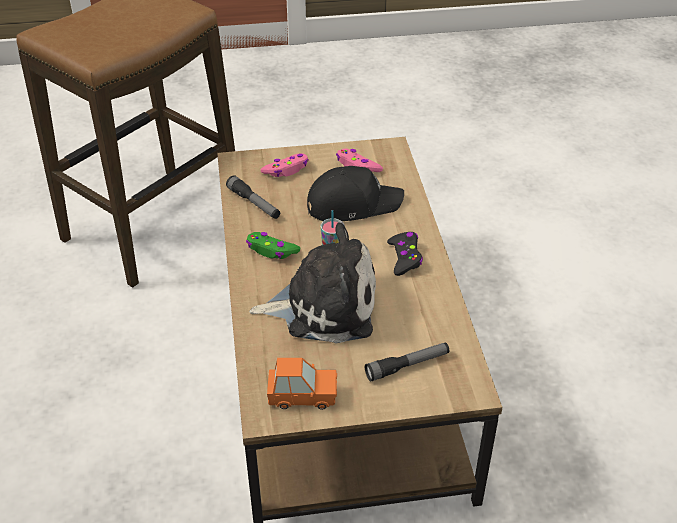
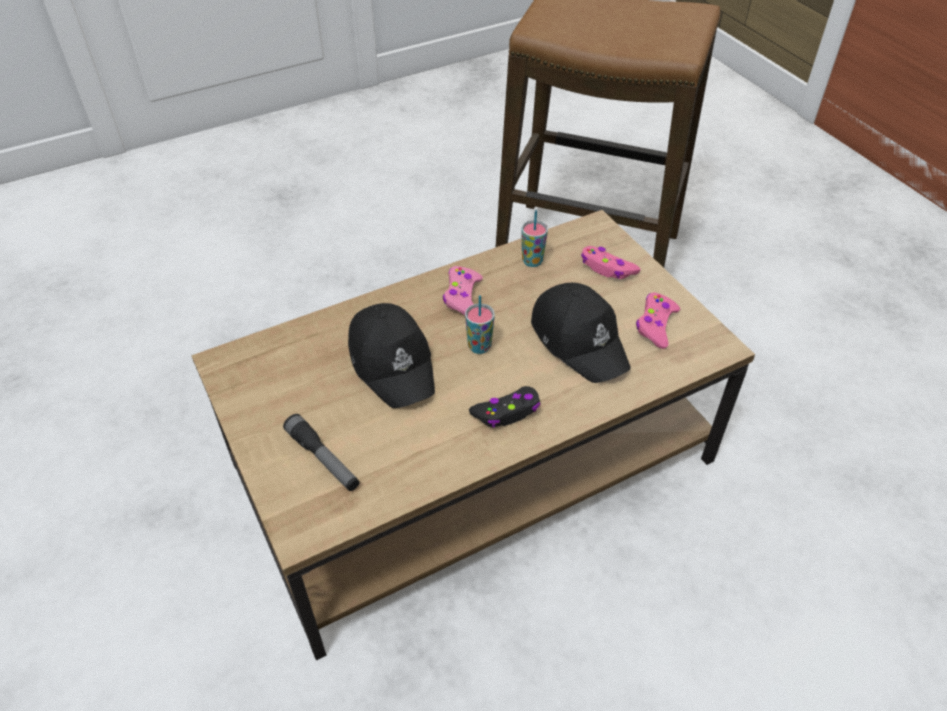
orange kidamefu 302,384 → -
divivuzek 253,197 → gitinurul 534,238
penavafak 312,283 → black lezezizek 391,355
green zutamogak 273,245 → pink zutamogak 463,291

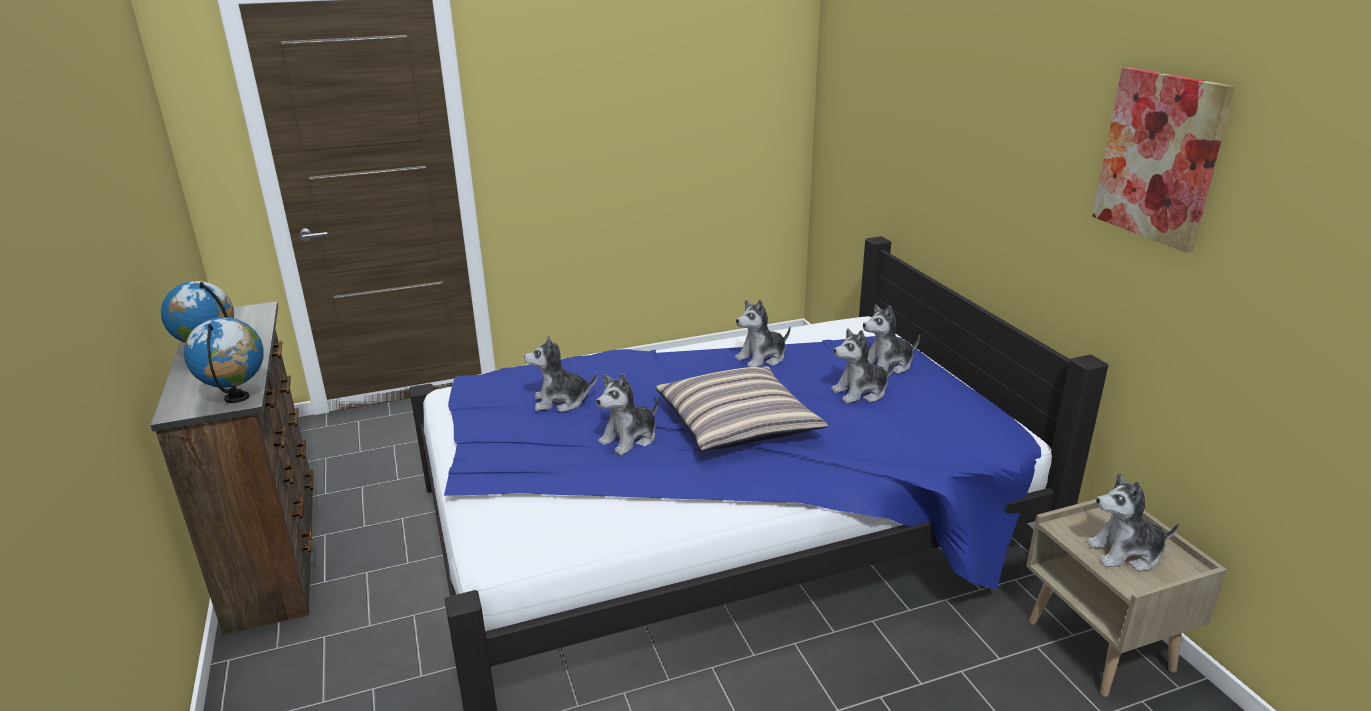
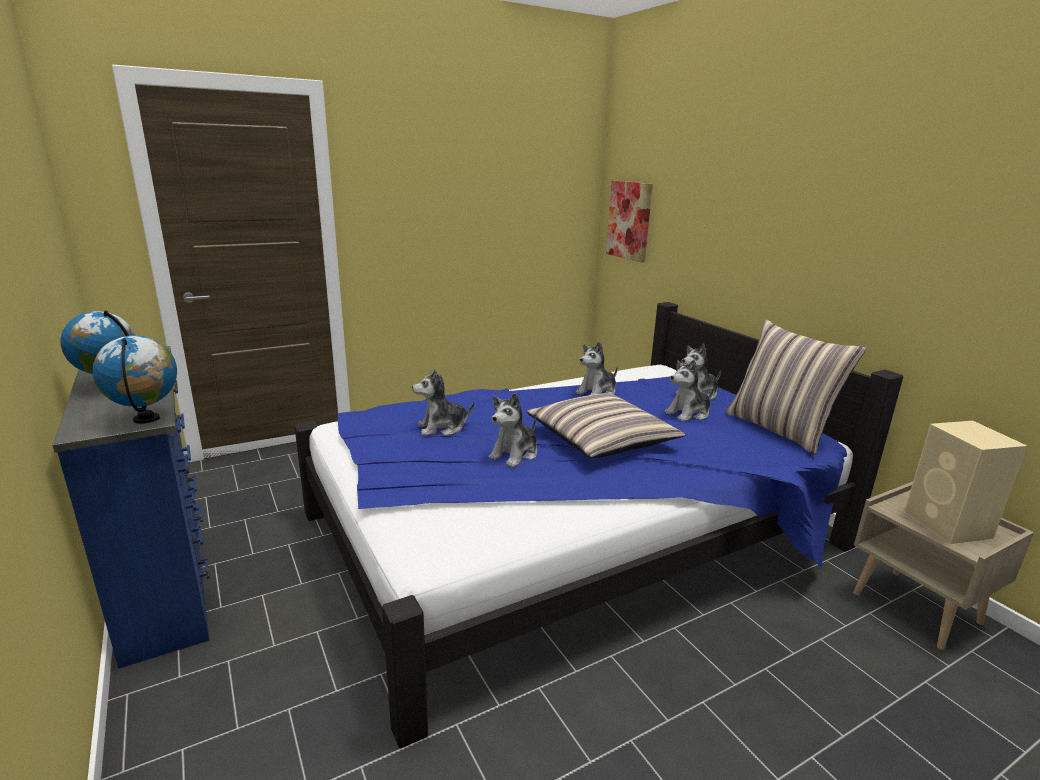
- → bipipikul 795,387
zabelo 1163,160 → zabelo 629,222, relocated
penavafak 1133,522 → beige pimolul 966,482
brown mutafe 231,468 → blue mutafe 131,507

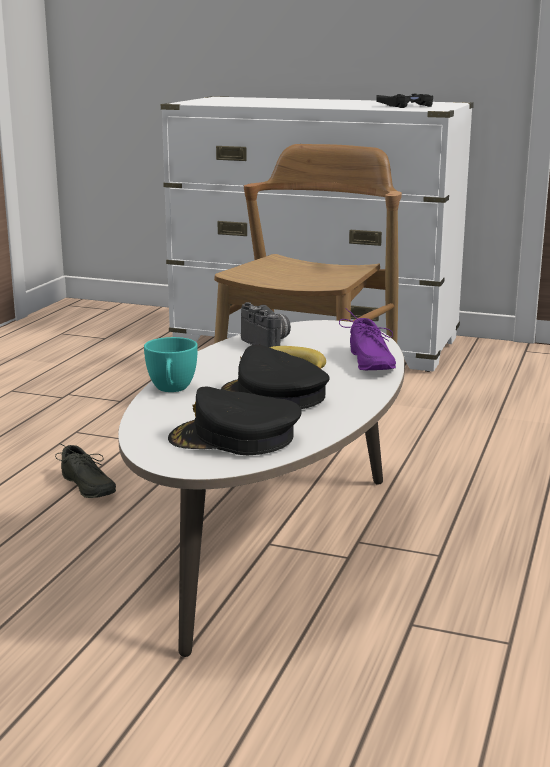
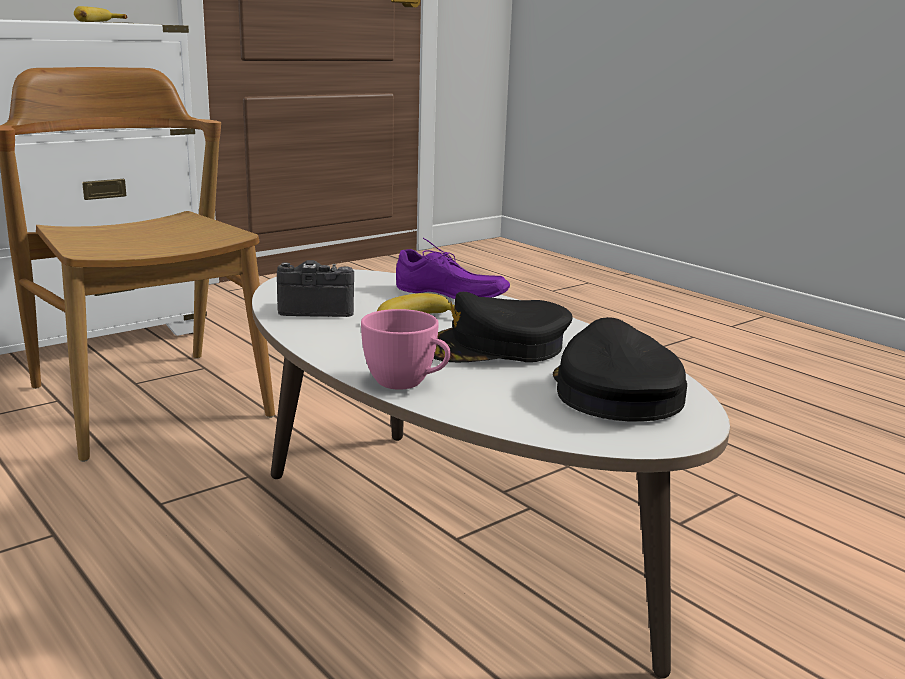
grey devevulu 85,470 → -
black zutamogak 404,100 → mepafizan 100,14
turquoise gitinurul 171,364 → pink gitinurul 406,349
black lezezizek 235,421 → black lezezizek 620,369, 135 degrees clockwise

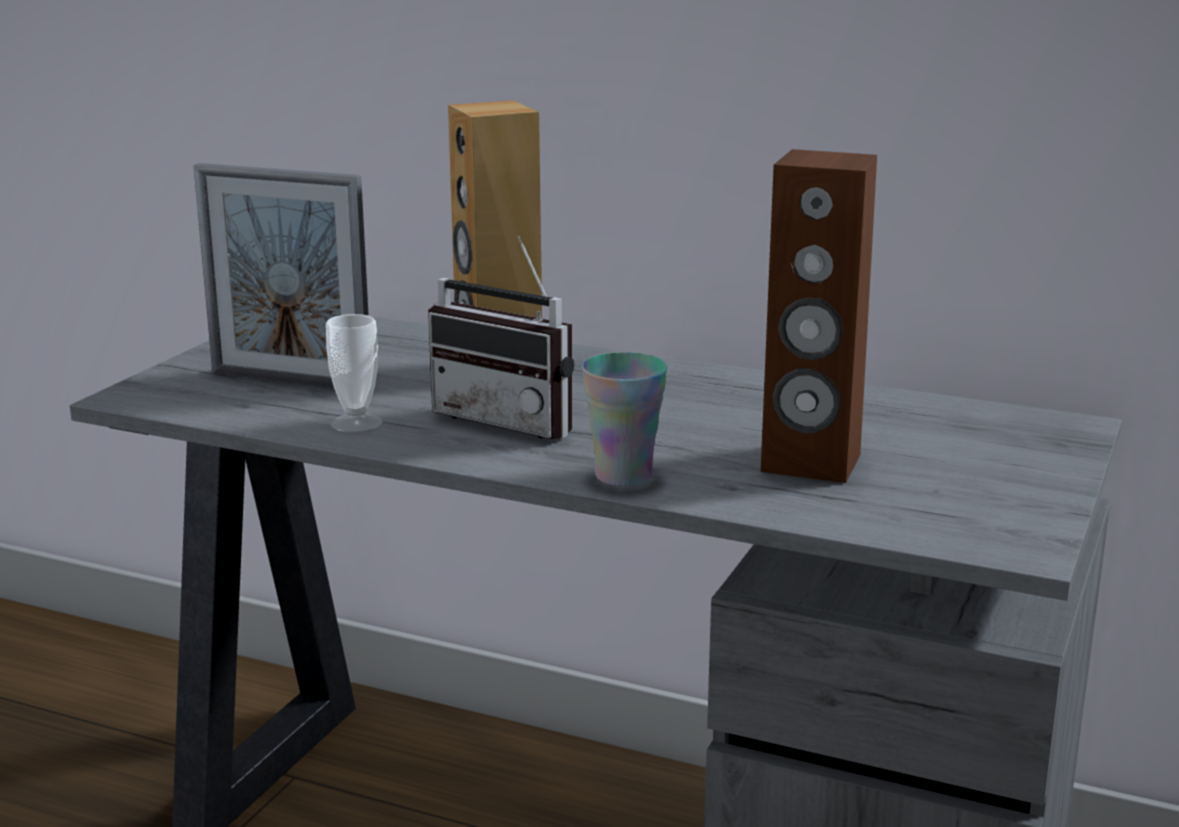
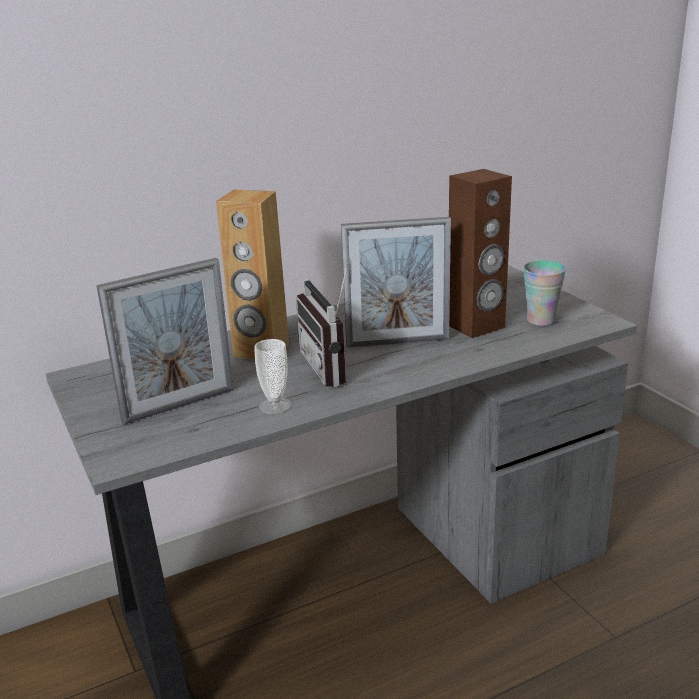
- → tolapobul 396,282
gitinurul 624,419 → gitinurul 544,293, relocated
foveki 501,338 → foveki 322,325, 90 degrees clockwise

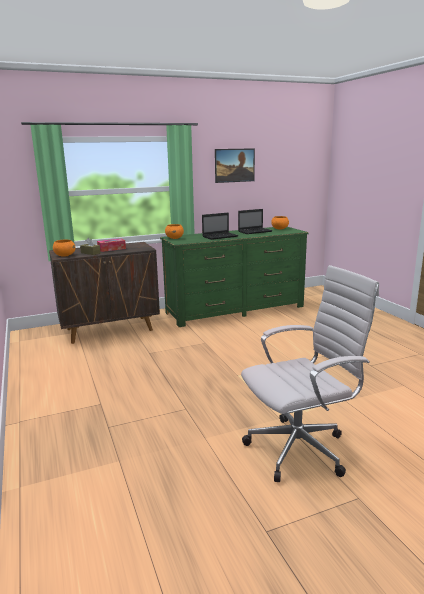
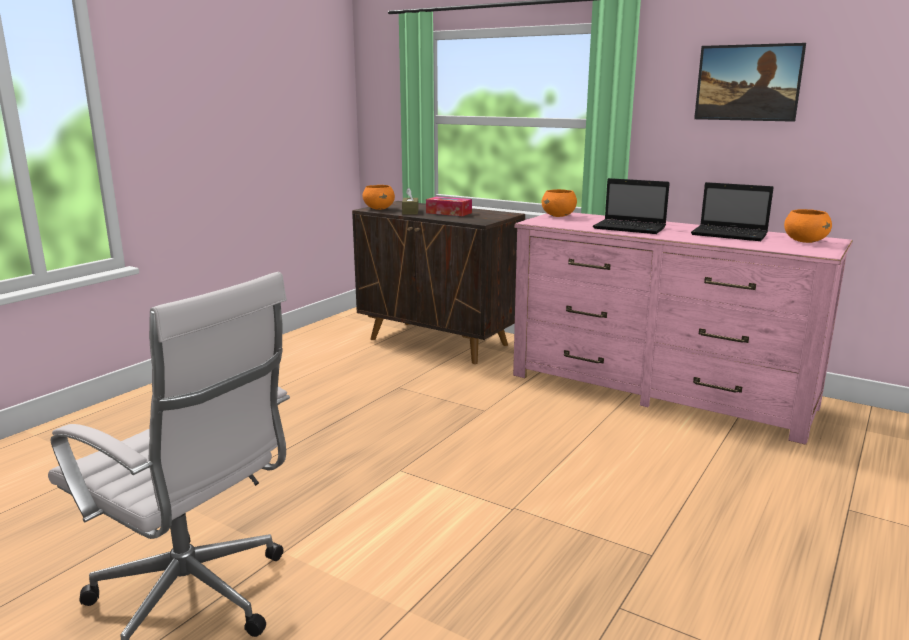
green mutafe 234,277 → pink mutafe 683,328

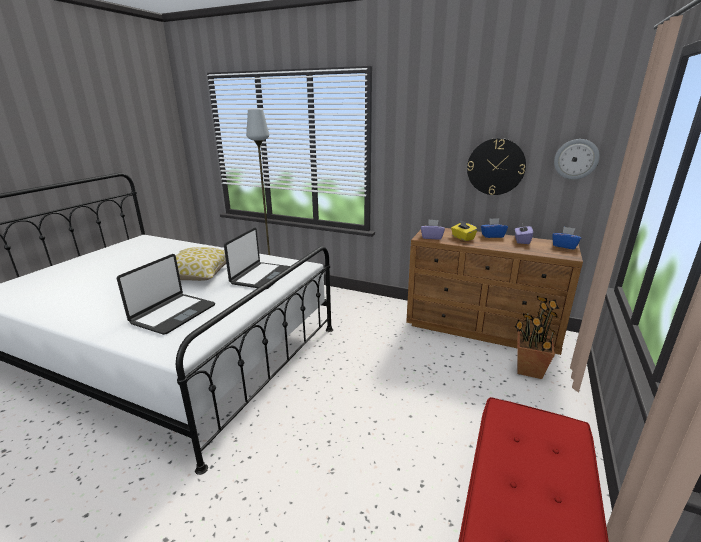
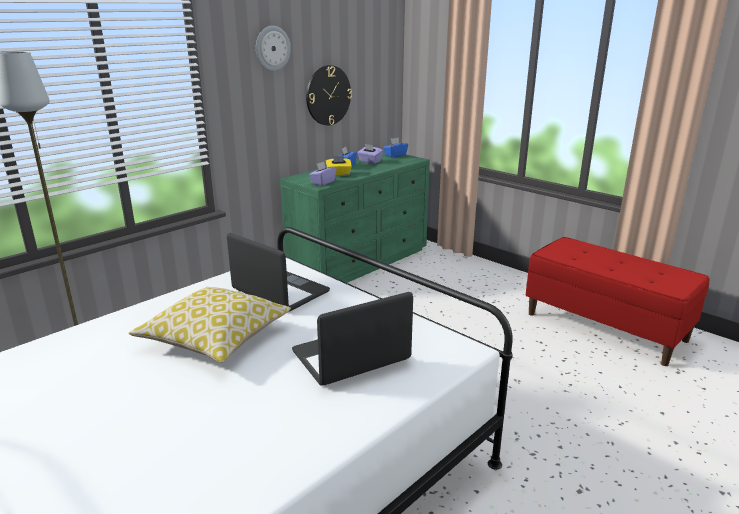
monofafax 537,337 → -
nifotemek 577,159 → nifotemek 273,48, relocated
brown mutafe 494,292 → green mutafe 355,218
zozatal 166,294 → zozatal 352,339, 75 degrees counterclockwise

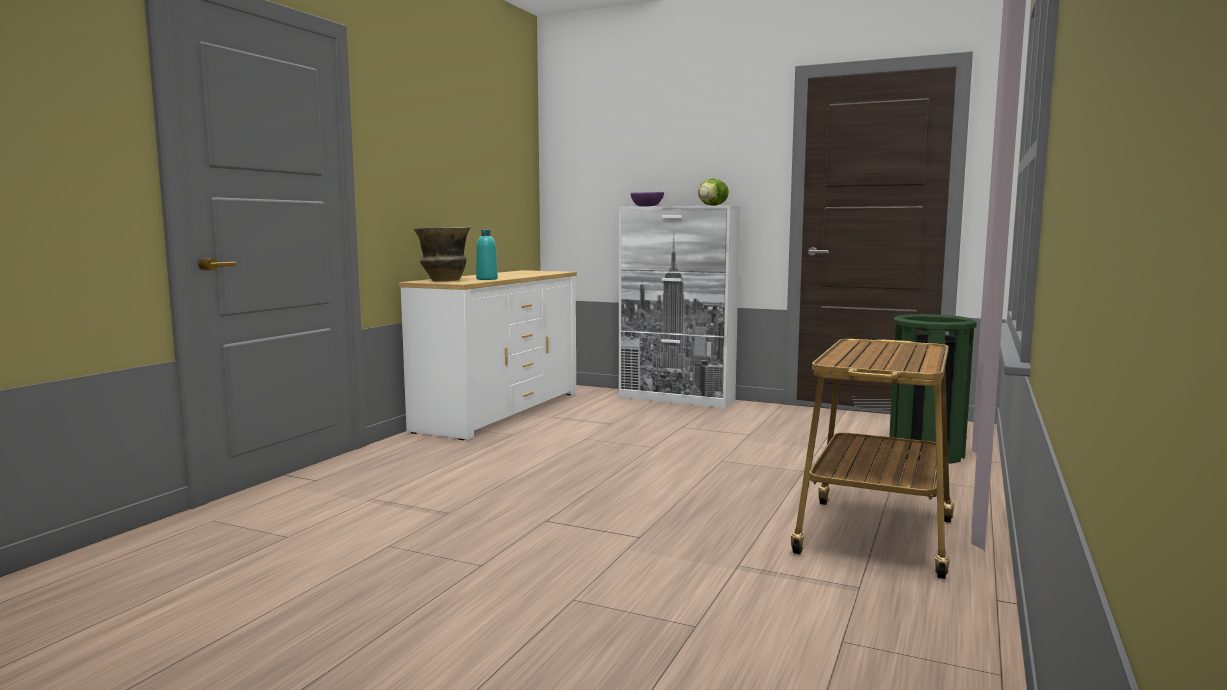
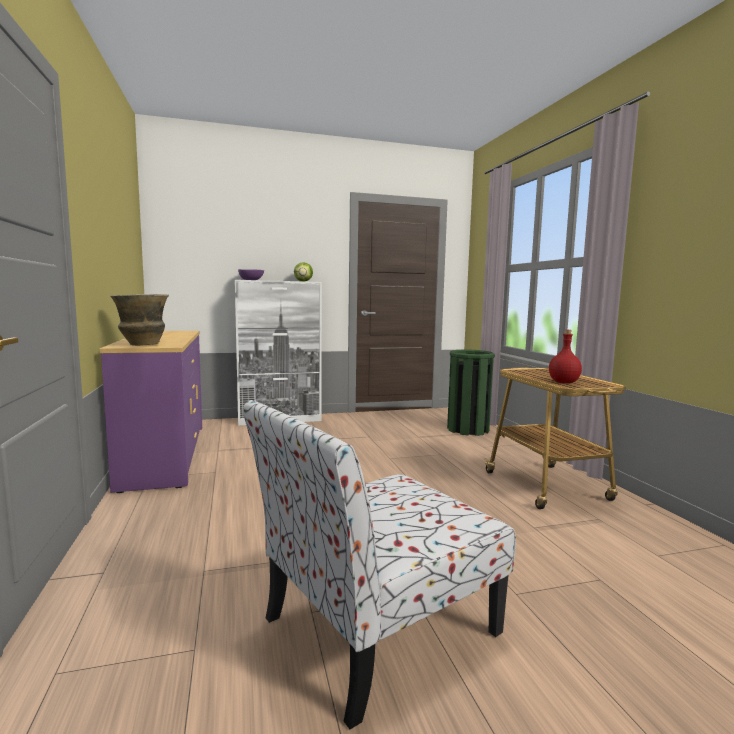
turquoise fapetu 487,255 → -
- → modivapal 379,564
- → red fapetu 565,356
white mutafe 488,355 → purple mutafe 150,412

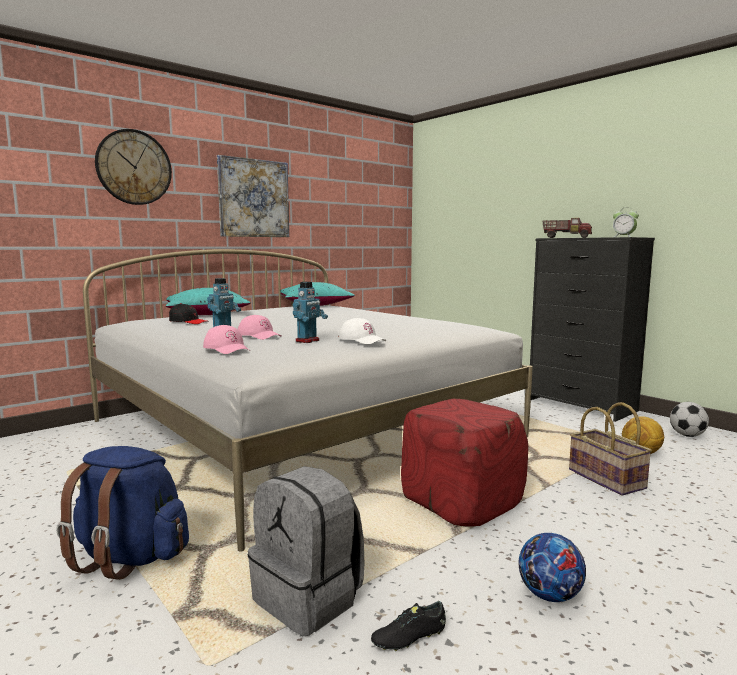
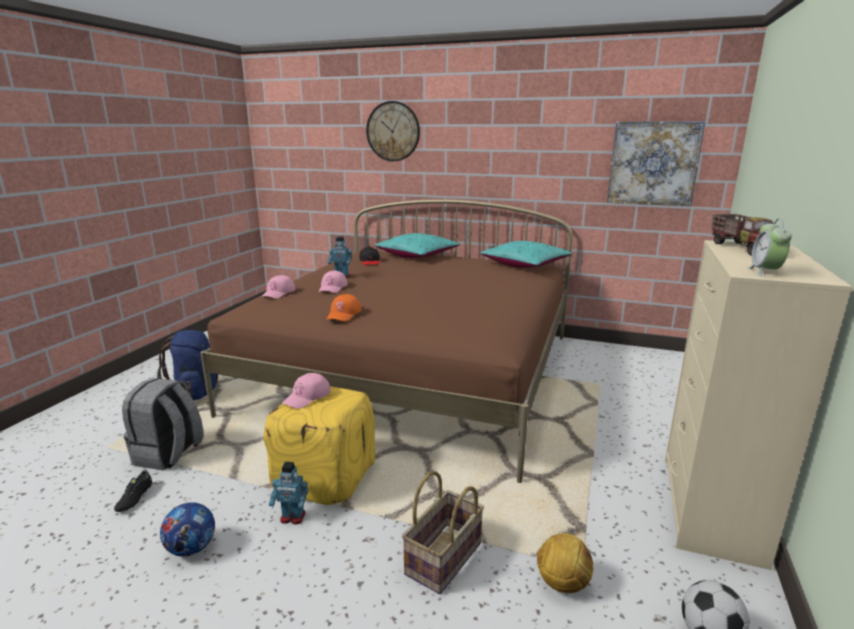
- → pink lezezizek 306,391
zabelo 253,196 → zabelo 656,163, relocated
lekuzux 310,312 → lekuzux 288,493, relocated
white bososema 308,400 → brown bososema 386,341
white lezezizek 362,331 → orange lezezizek 344,307
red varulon 464,462 → yellow varulon 319,445
black mutafe 592,329 → beige mutafe 758,405
black devevulu 408,626 → black devevulu 133,491, 120 degrees counterclockwise

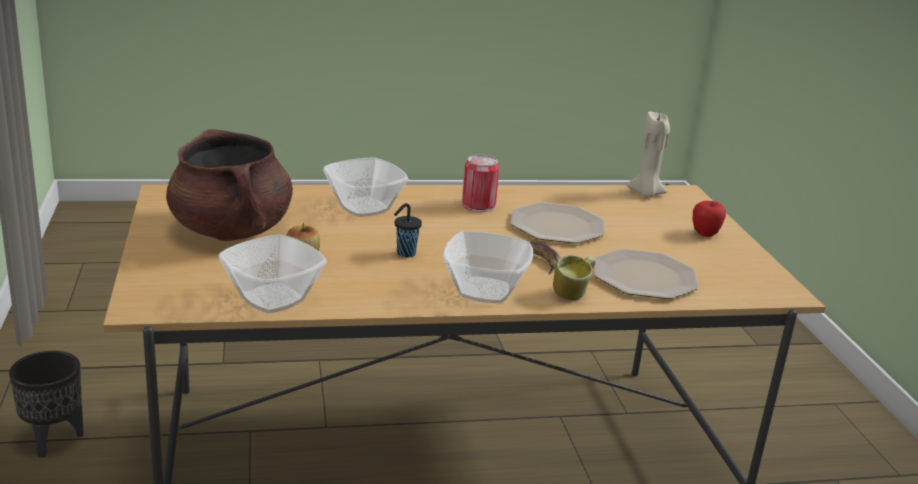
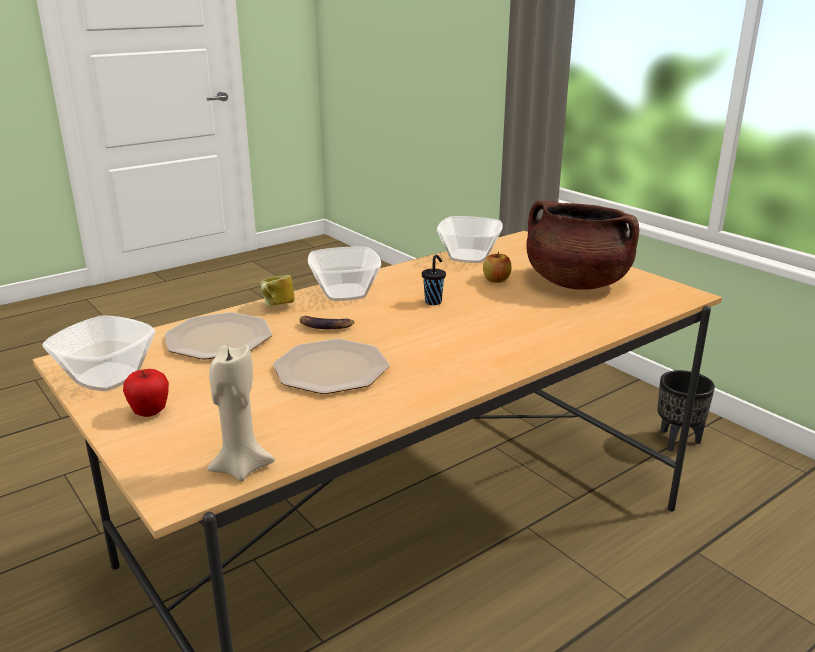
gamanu 481,183 → -
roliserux 365,187 → roliserux 99,353, relocated

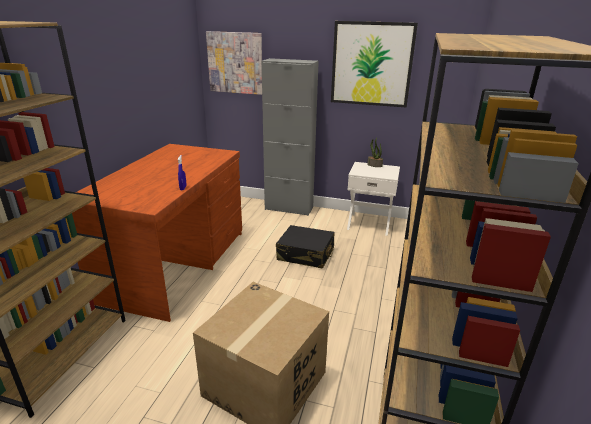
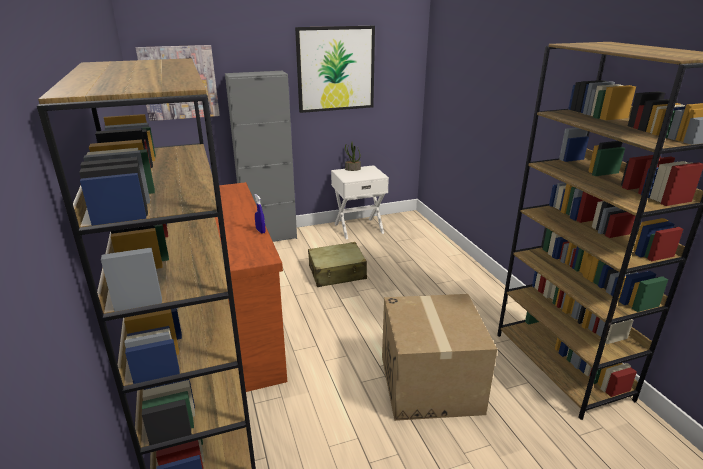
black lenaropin 305,247 → beige lenaropin 337,264

